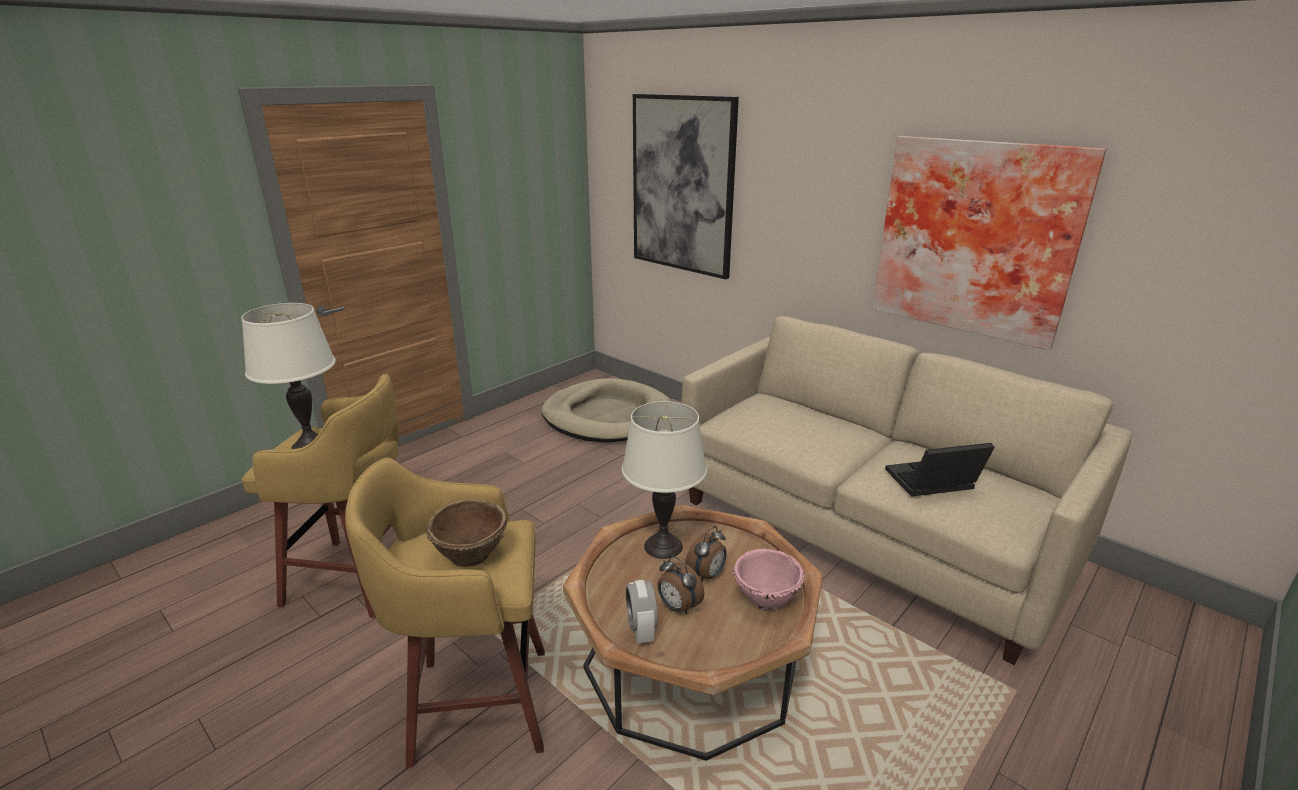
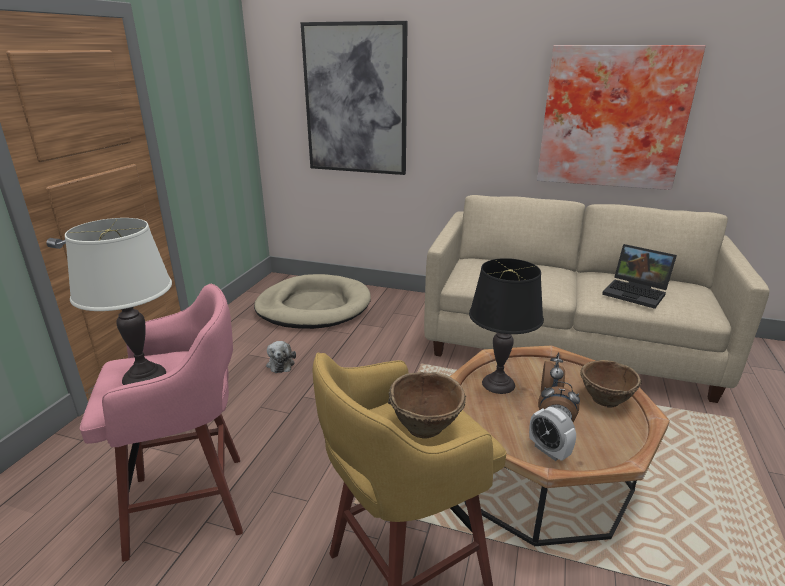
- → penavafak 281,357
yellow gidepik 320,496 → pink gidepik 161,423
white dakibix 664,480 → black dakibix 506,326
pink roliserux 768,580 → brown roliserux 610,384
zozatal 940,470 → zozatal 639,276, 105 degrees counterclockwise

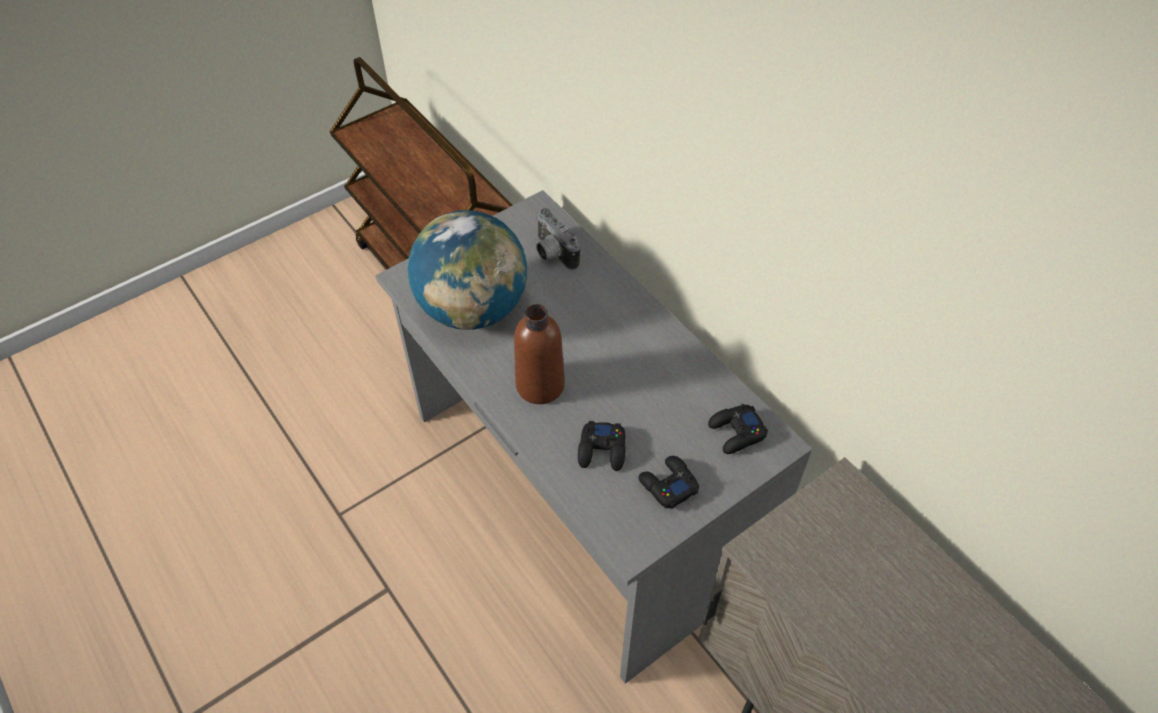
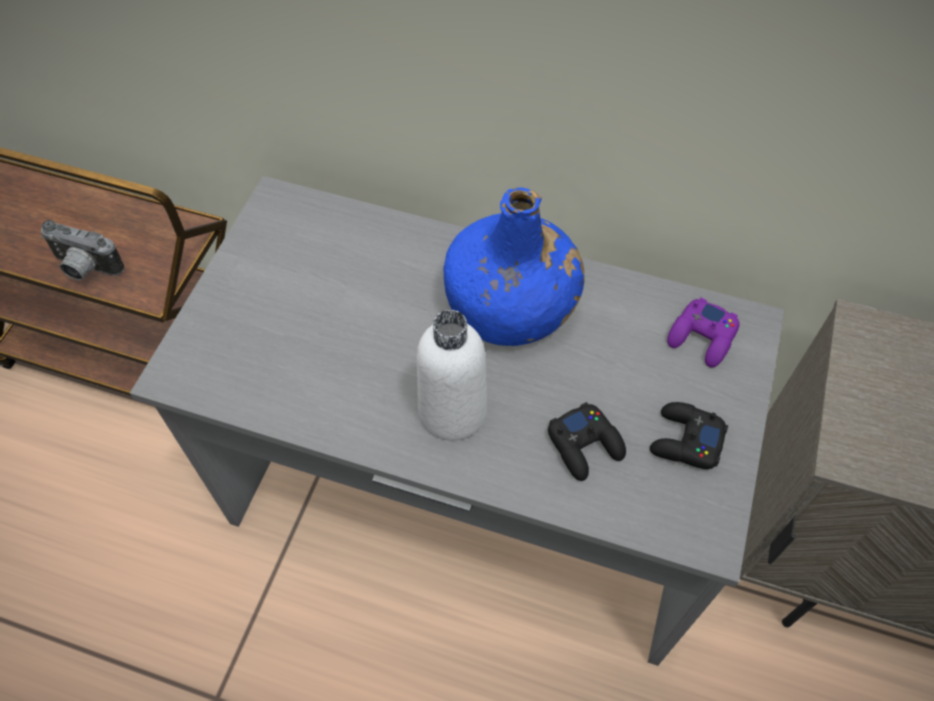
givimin 467,270 → -
- → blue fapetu 514,267
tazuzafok 558,239 → tazuzafok 83,250, relocated
brown fapetu 539,354 → white fapetu 452,375
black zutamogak 738,429 → purple zutamogak 703,333

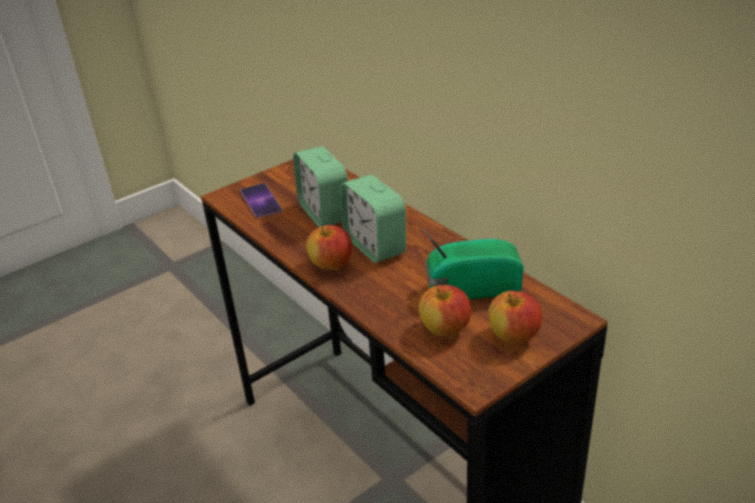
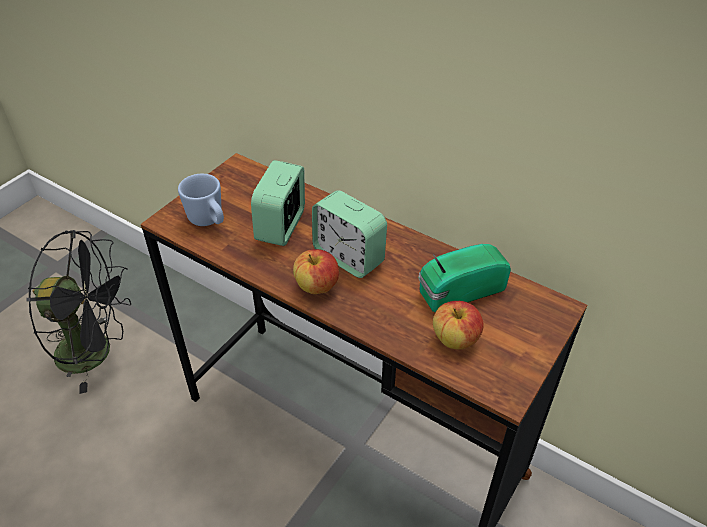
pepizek 515,317 → -
- → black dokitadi 79,312
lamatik 261,200 → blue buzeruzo 201,200
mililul 320,186 → mililul 278,203, 60 degrees clockwise

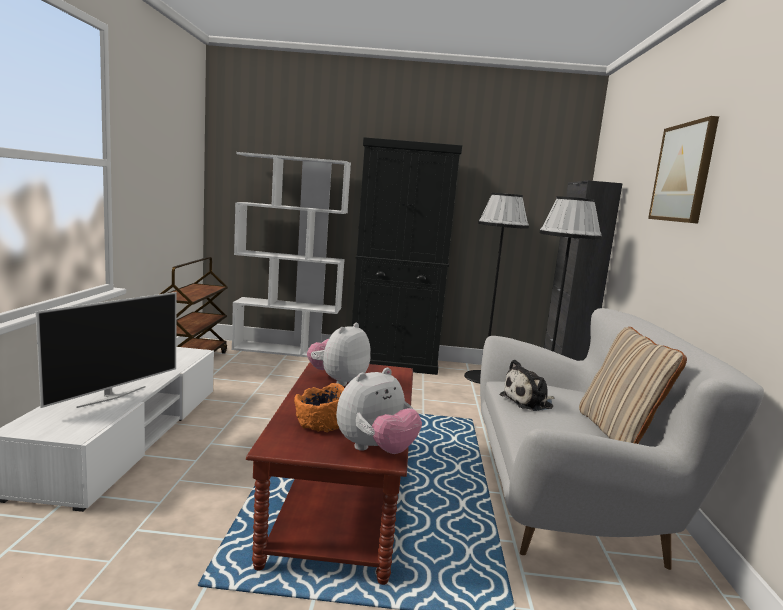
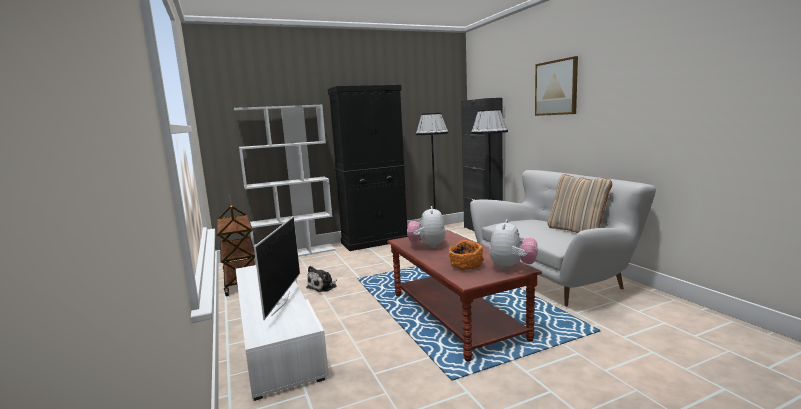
penavafak 527,385 → penavafak 321,279, relocated

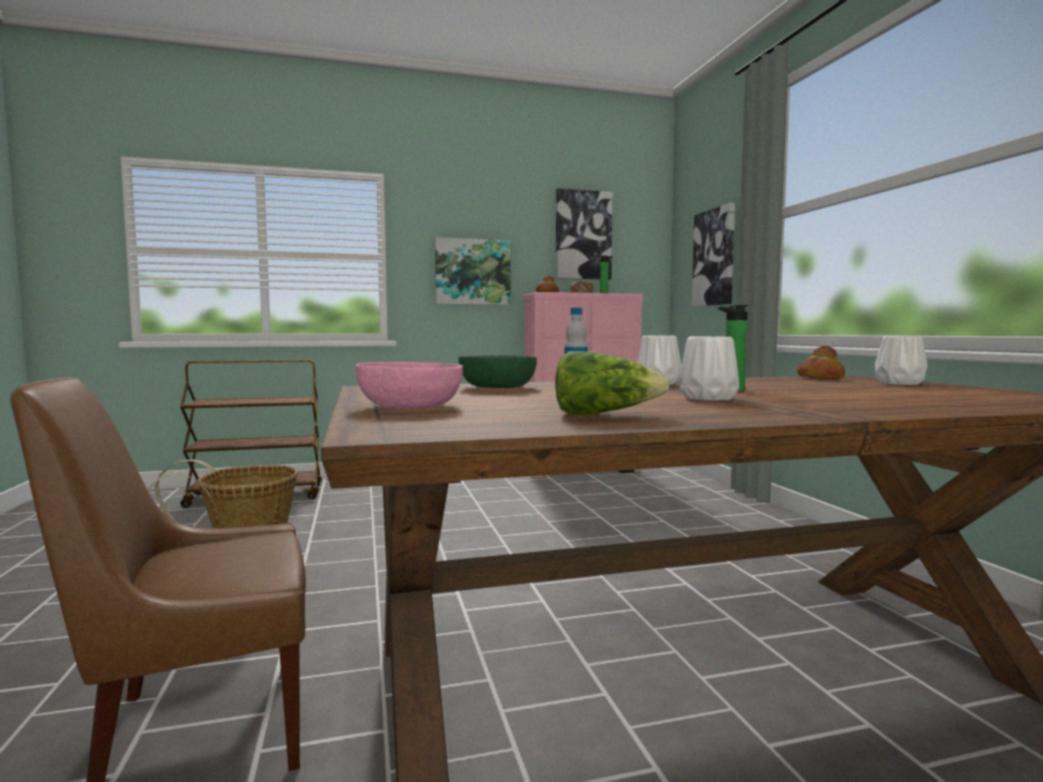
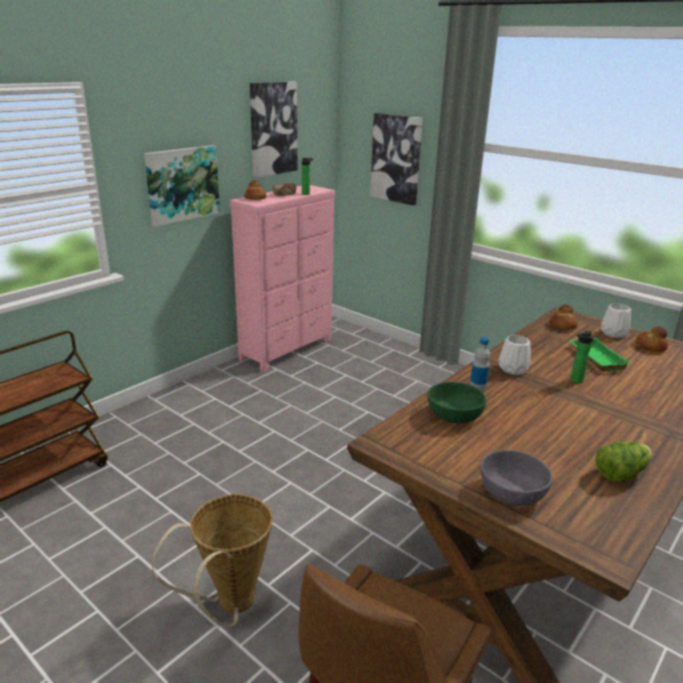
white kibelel 709,368 → -
- → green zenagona 600,355
- → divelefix 652,339
pink roliserux 409,385 → grey roliserux 516,478

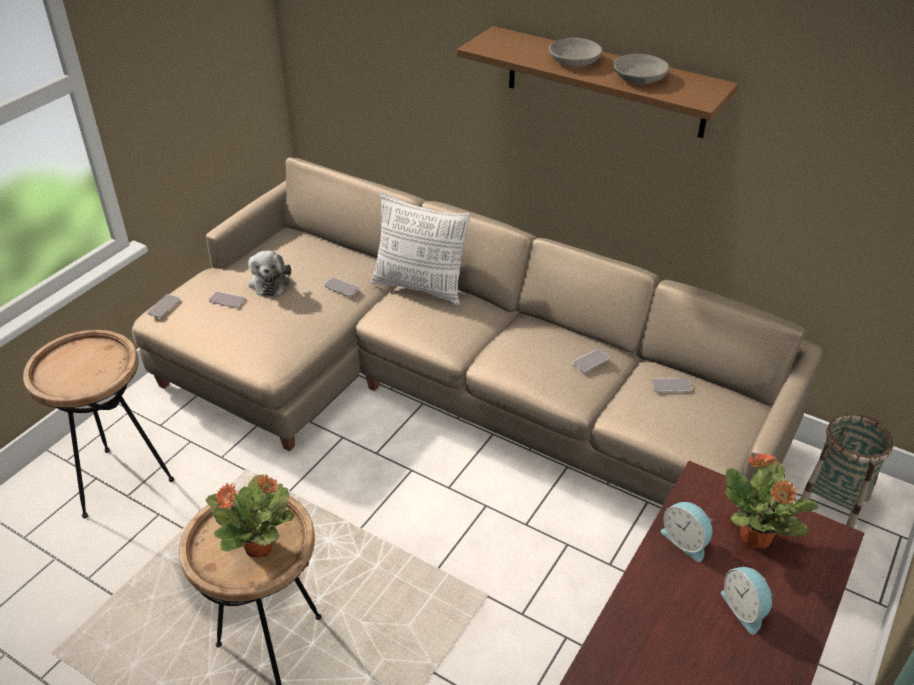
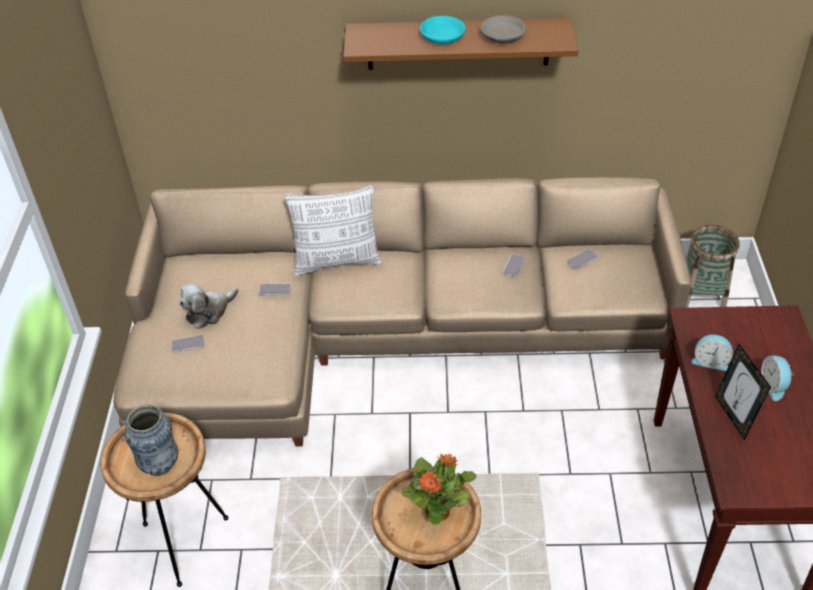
lamatik 163,306 → -
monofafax 771,501 → -
- → kibelel 151,440
- → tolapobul 743,392
grey roliserux 575,52 → turquoise roliserux 443,30
penavafak 269,274 → penavafak 209,306, 90 degrees clockwise
mililul 748,600 → mililul 777,378, 45 degrees clockwise

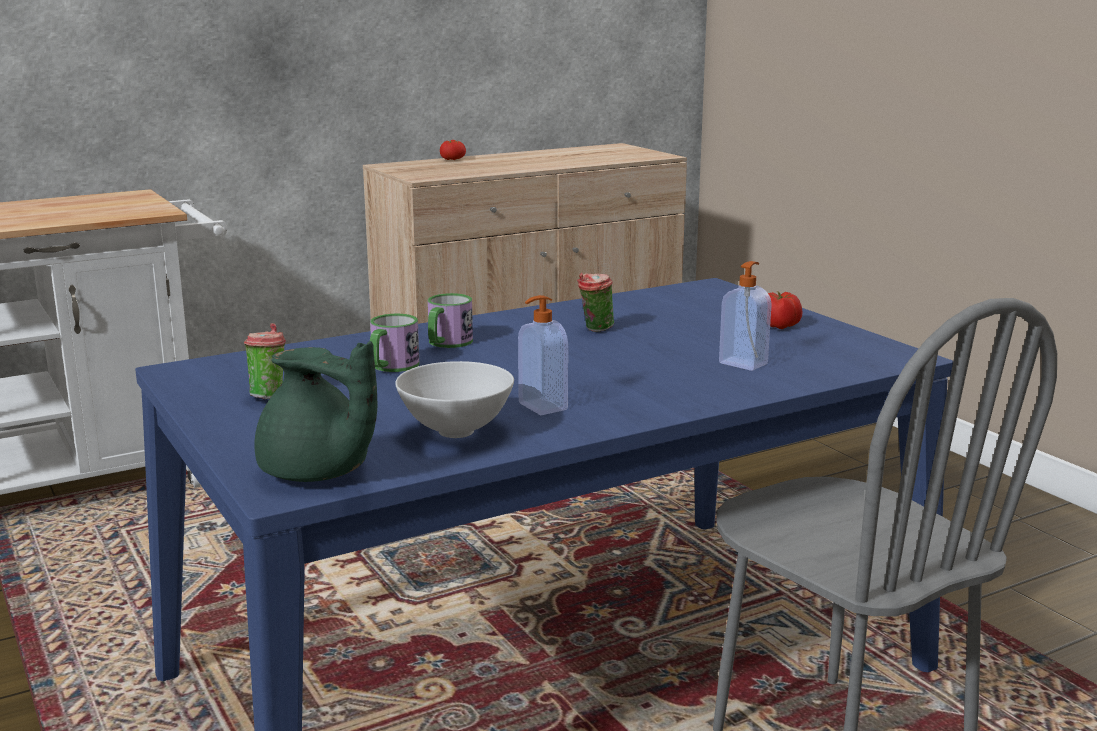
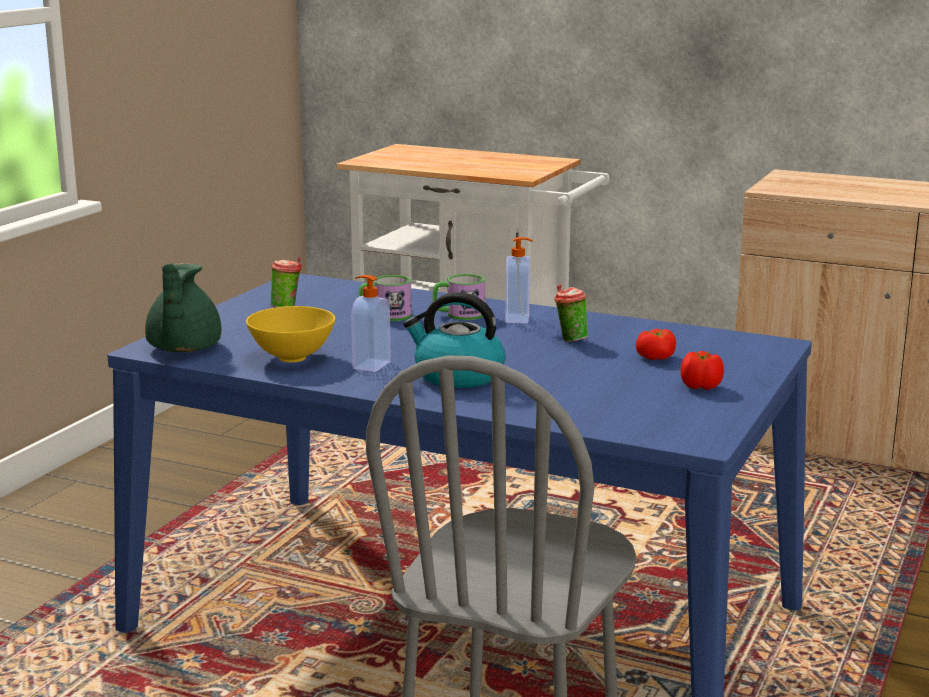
- → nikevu 454,340
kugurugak 453,150 → kugurugak 656,344, relocated
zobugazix 745,316 → zobugazix 519,280, relocated
white roliserux 454,399 → yellow roliserux 290,334

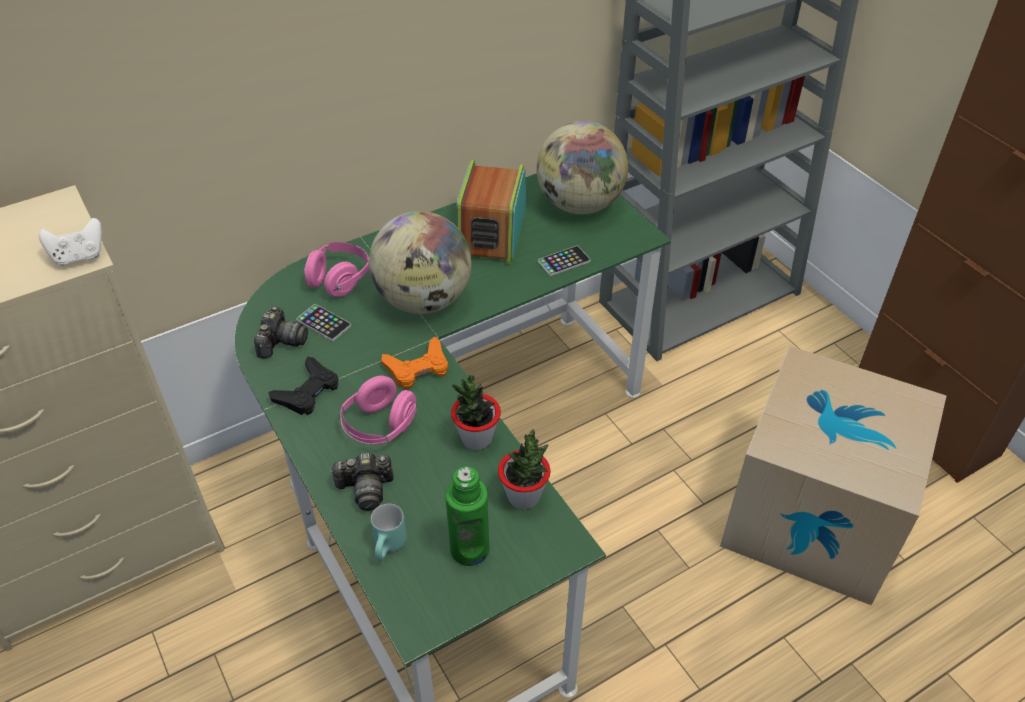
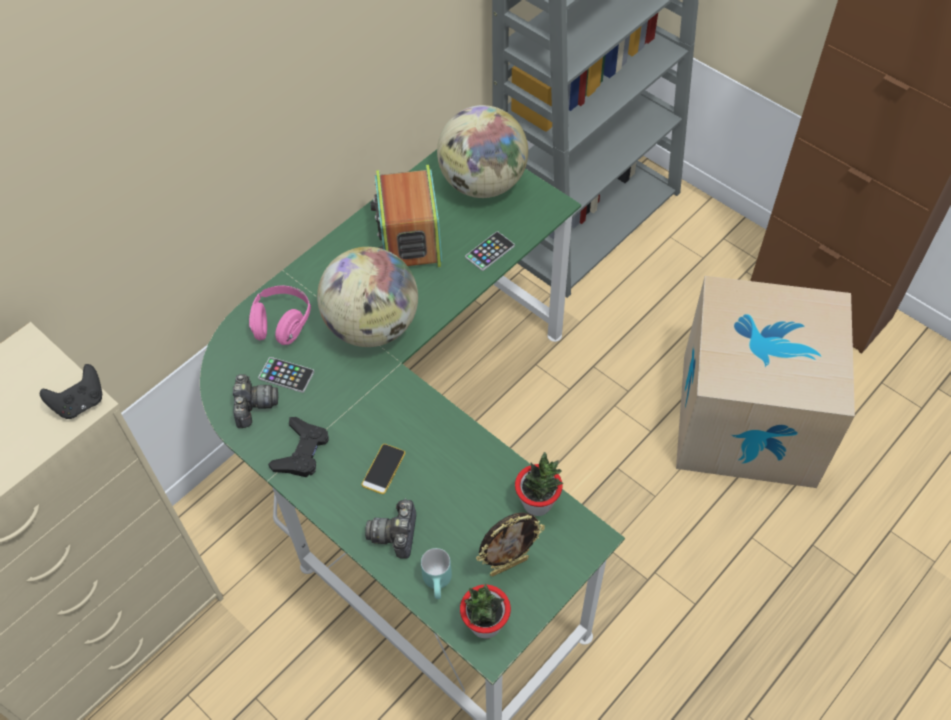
orange zutamogak 414,362 → -
monofafax 476,412 → monofafax 485,611, relocated
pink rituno 378,410 → lamatik 383,469
green fapetu 467,516 → tolapobul 510,544
white zutamogak 70,242 → black zutamogak 71,391
tazuzafok 362,482 → tazuzafok 390,528, 120 degrees clockwise

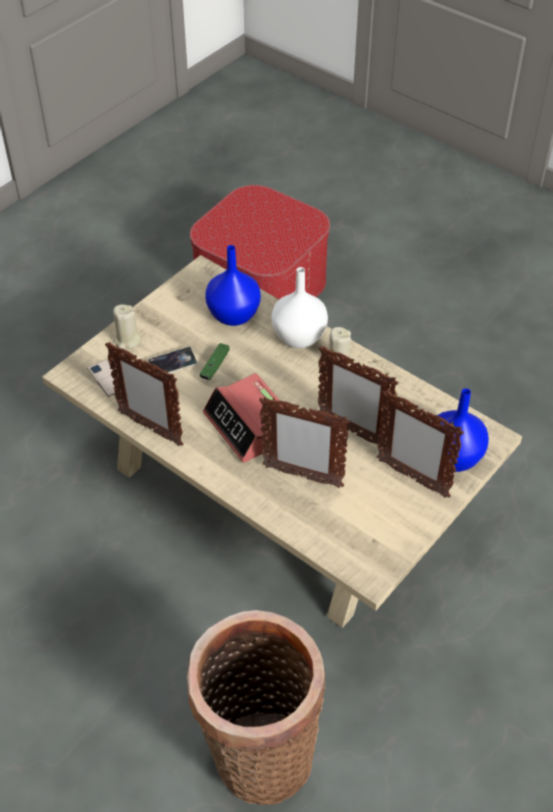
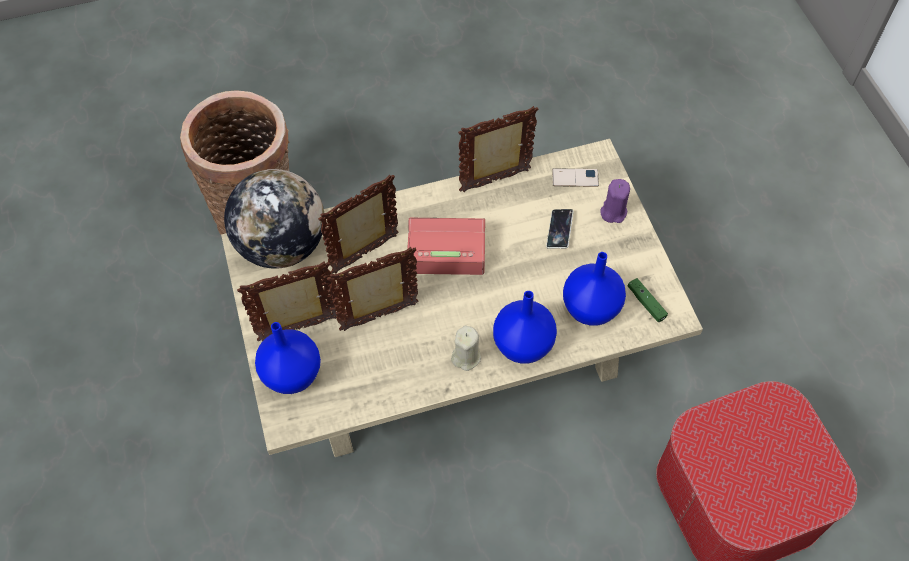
- → givimin 274,219
green zutamogak 214,361 → green zutamogak 648,300, relocated
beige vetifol 127,326 → purple vetifol 615,201
white kibelel 299,307 → blue kibelel 525,327

